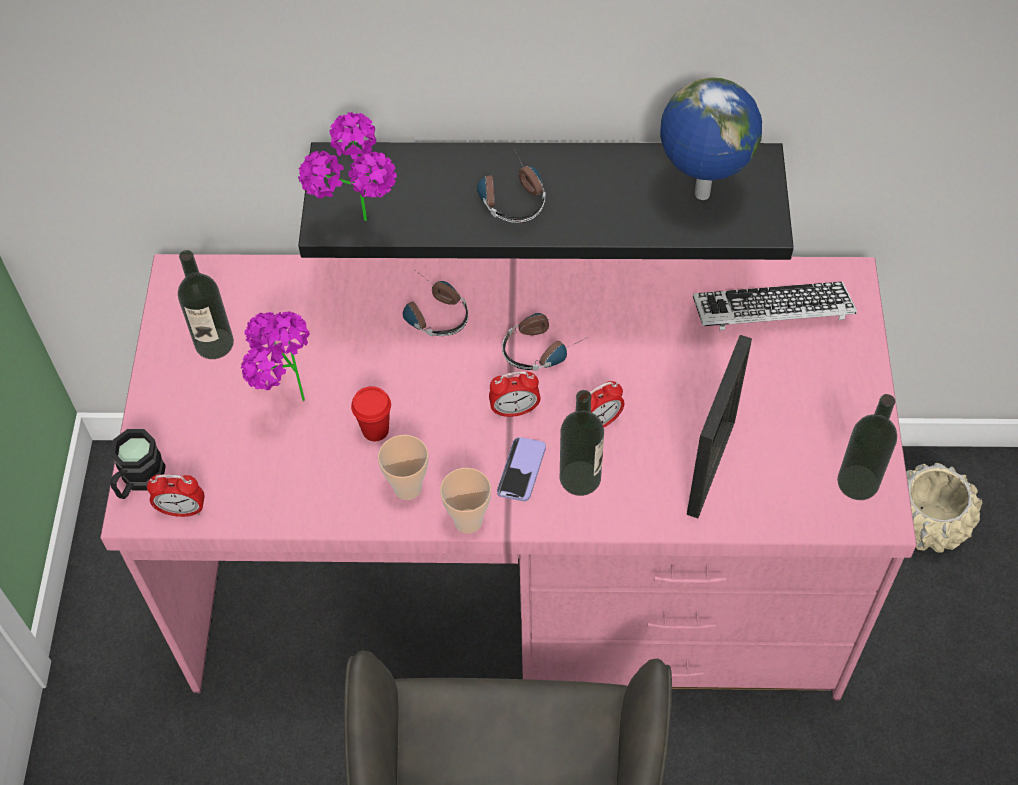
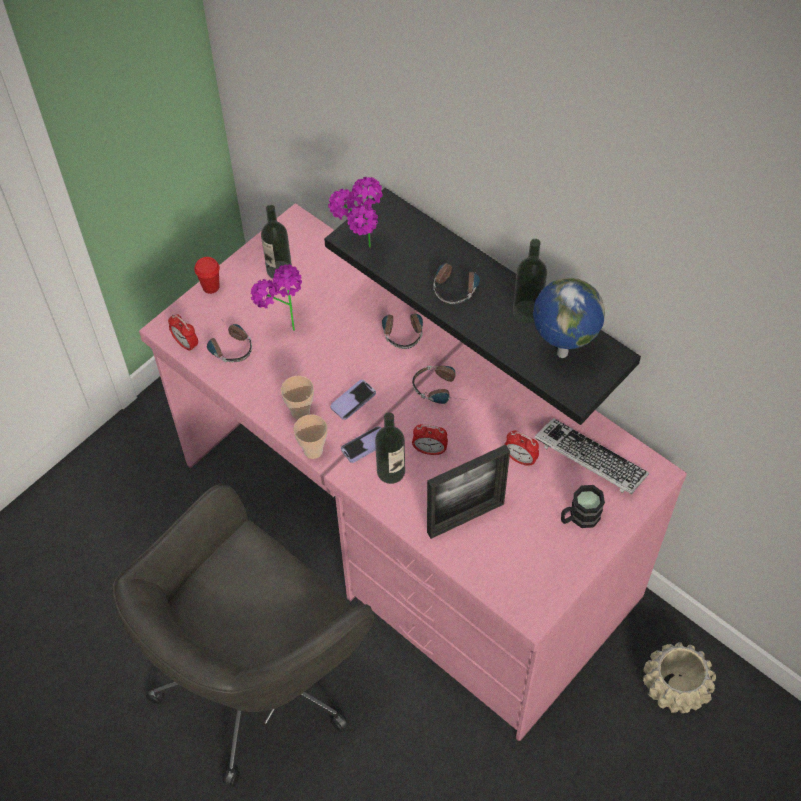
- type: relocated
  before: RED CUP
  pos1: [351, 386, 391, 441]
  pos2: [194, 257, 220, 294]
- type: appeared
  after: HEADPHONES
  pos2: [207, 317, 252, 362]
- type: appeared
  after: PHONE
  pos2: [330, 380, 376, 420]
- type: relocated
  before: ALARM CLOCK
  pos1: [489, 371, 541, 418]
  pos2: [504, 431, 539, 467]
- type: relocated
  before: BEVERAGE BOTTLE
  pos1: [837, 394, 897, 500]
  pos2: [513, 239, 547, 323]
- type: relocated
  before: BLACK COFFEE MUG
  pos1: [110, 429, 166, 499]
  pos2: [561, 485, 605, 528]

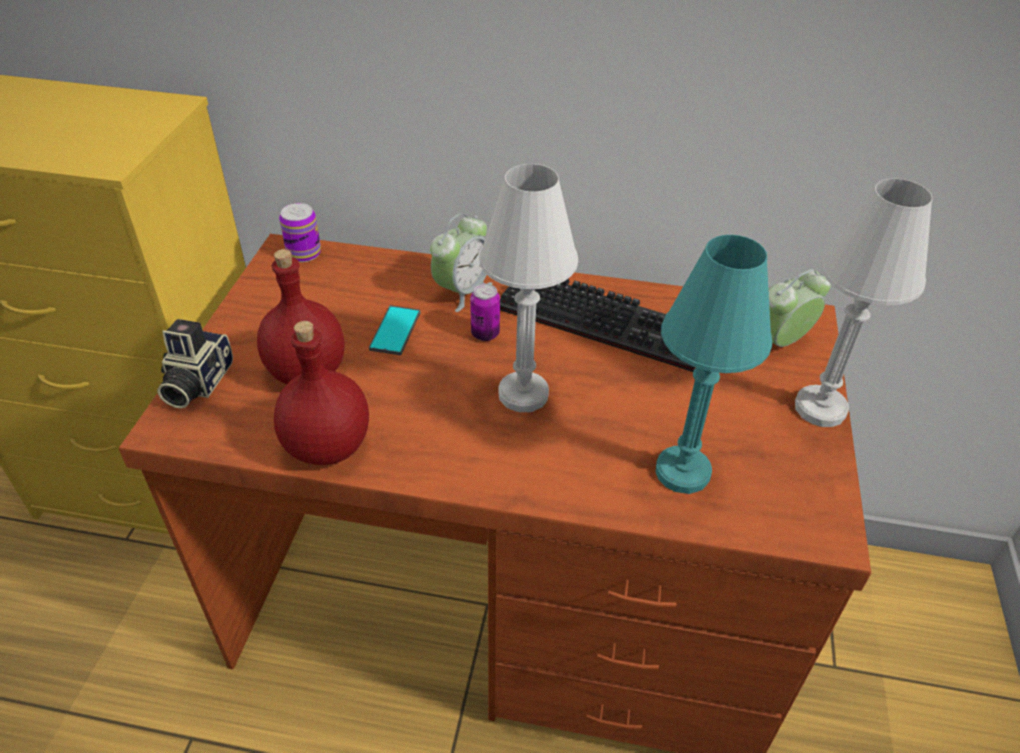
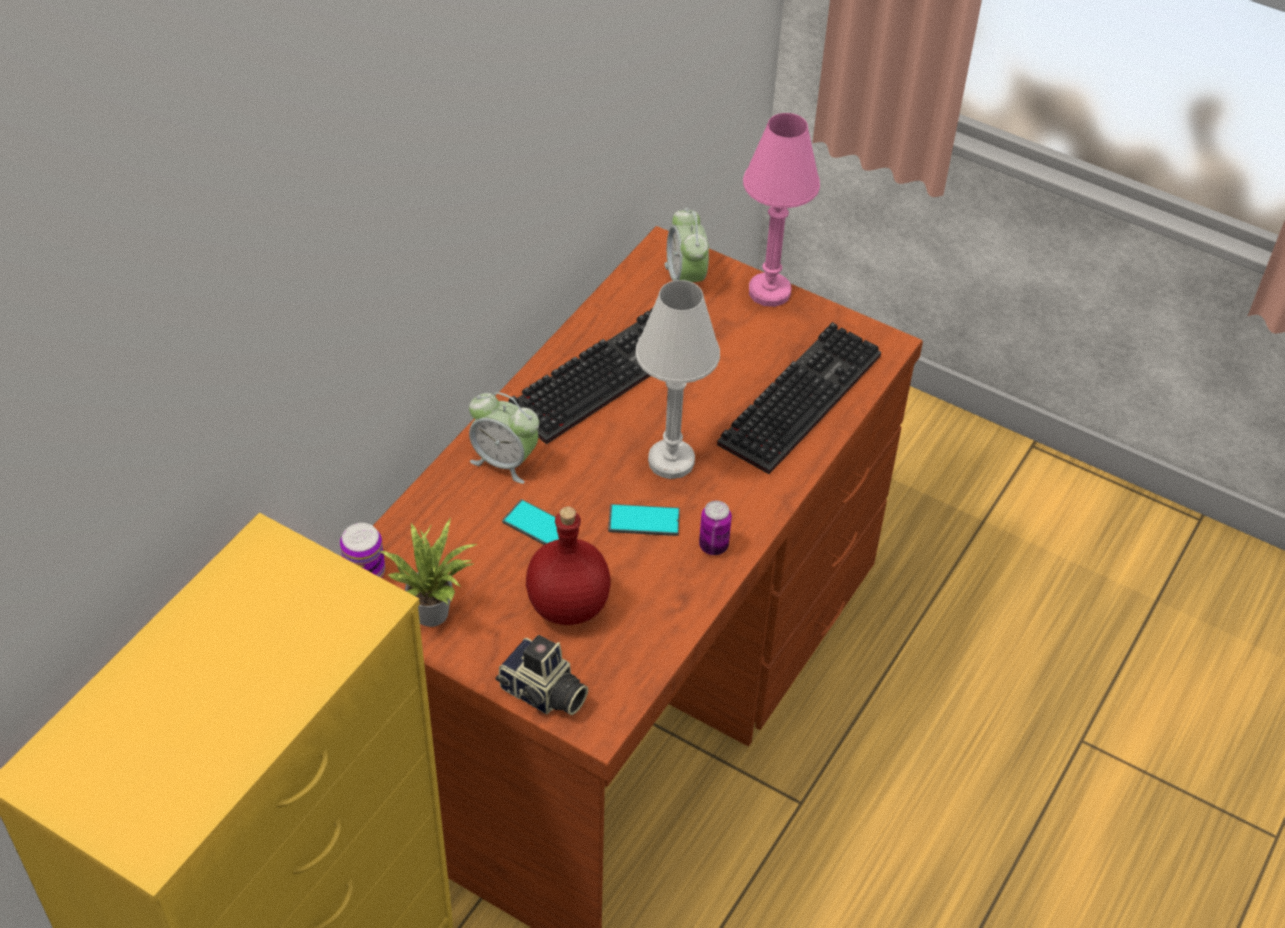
- type: appeared
  after: HOUSEPLANT
  pos2: [379, 519, 477, 627]
- type: spun
  before: ALARM CLOCK
  pos1: [430, 213, 493, 312]
  pos2: [469, 392, 539, 484]
  turn: 150
- type: appeared
  after: PHONE
  pos2: [608, 504, 680, 536]
- type: relocated
  before: SEALED CAN
  pos1: [470, 284, 500, 341]
  pos2: [699, 501, 732, 555]
- type: exchanged
  before: TURQUOISE-COLOURED LAMP FOR A TABLE
  after: COMPUTER KEYBOARD
  pos1: [655, 235, 772, 494]
  pos2: [717, 322, 881, 474]
- type: colour
  before: WHITE-COLOURED LAMP FOR A TABLE
  after: PINK-COLOURED LAMP FOR A TABLE
  pos1: [795, 179, 933, 427]
  pos2: [743, 113, 820, 307]
- type: missing
  before: RED BEVERAGE BOTTLE
  pos1: [274, 321, 369, 465]

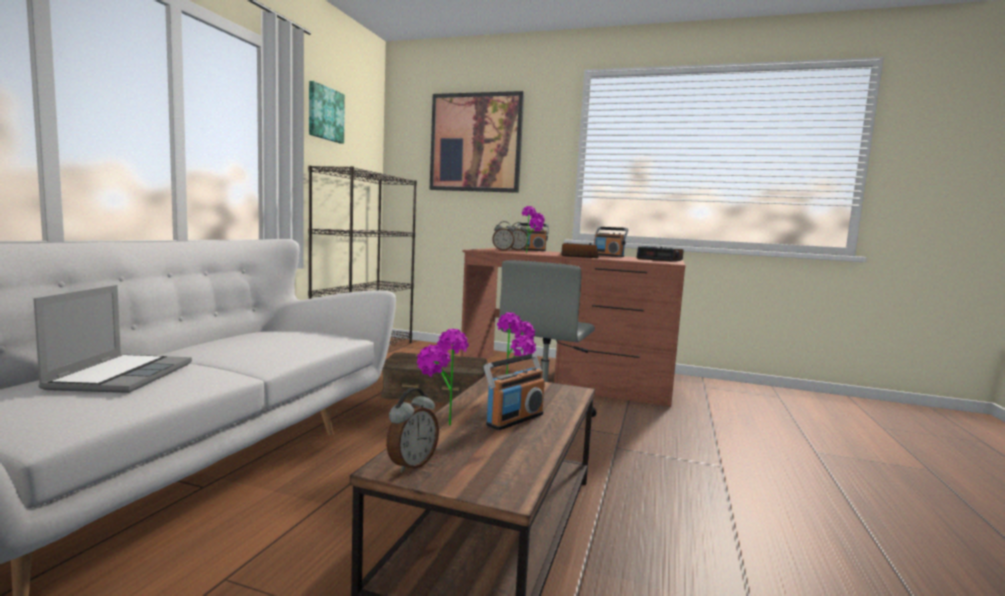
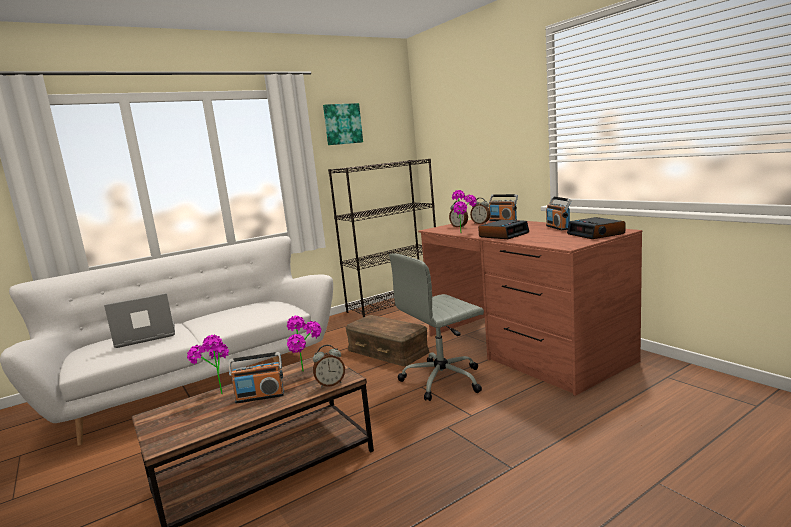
- type: spun
  before: PORTABLE COMPUTER
  pos1: [34, 285, 192, 393]
  pos2: [104, 293, 175, 348]
  turn: -150
- type: relocated
  before: ALARM CLOCK
  pos1: [386, 388, 439, 473]
  pos2: [313, 345, 345, 388]
- type: missing
  before: PICTURE
  pos1: [430, 91, 524, 193]

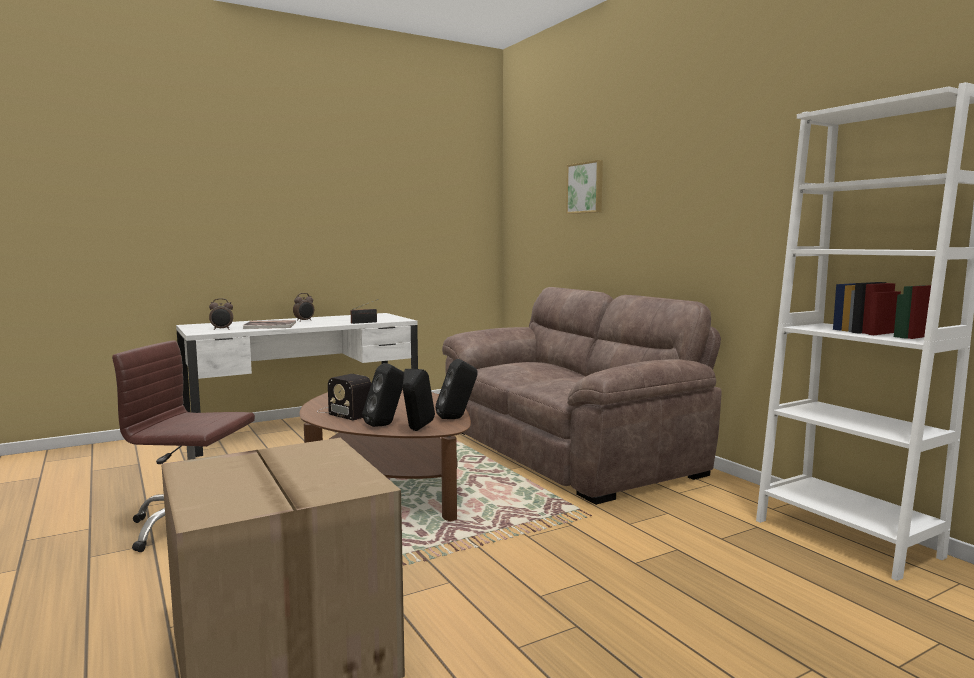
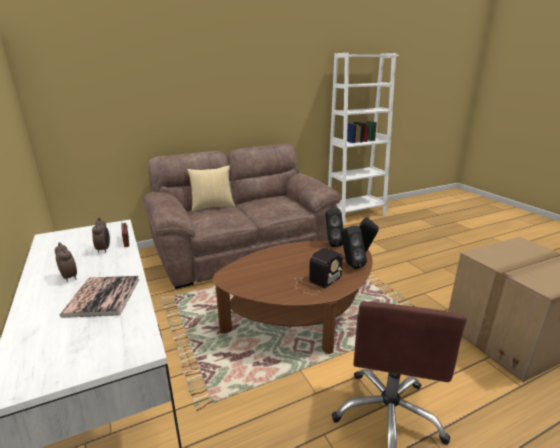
- type: relocated
  before: ALARM CLOCK
  pos1: [209, 298, 233, 330]
  pos2: [92, 218, 110, 253]
- type: appeared
  after: THROW PILLOW
  pos2: [187, 165, 235, 212]
- type: missing
  before: PICTURE
  pos1: [566, 160, 603, 214]

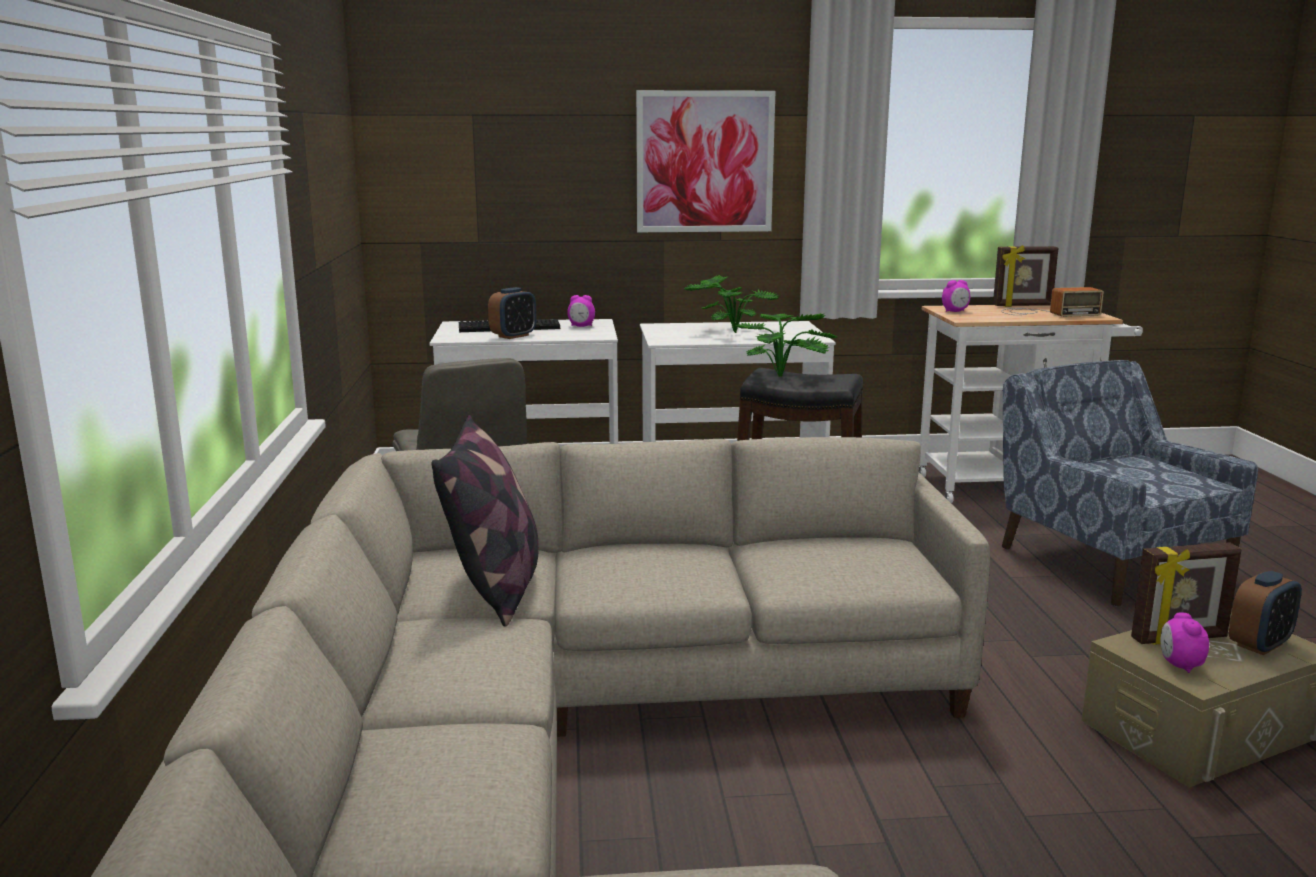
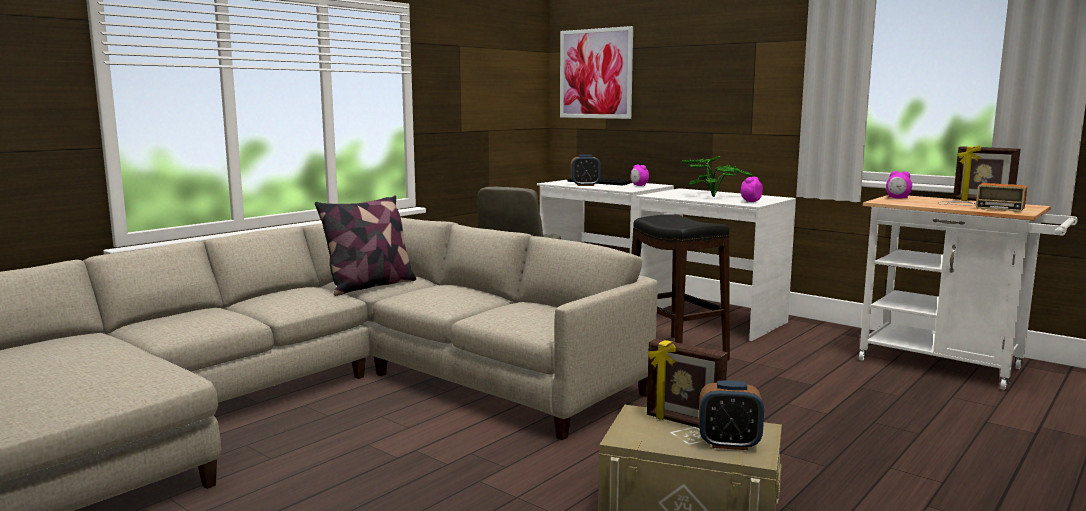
- type: relocated
  before: PICTURE
  pos1: [636, 90, 776, 232]
  pos2: [560, 26, 633, 119]
- type: relocated
  before: ALARM CLOCK
  pos1: [1160, 612, 1209, 673]
  pos2: [741, 177, 763, 202]
- type: missing
  before: HOUSEPLANT
  pos1: [735, 313, 837, 377]
- type: missing
  before: BLUE-COLOURED EASY CHAIR
  pos1: [1002, 360, 1258, 606]

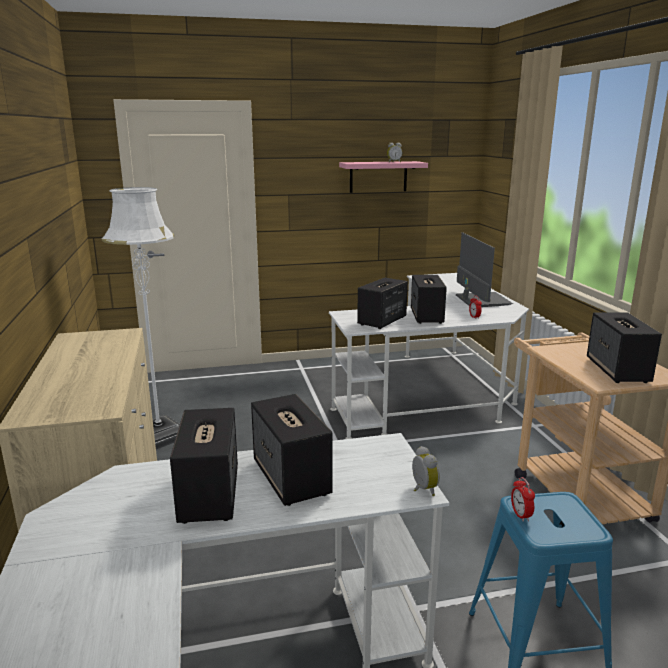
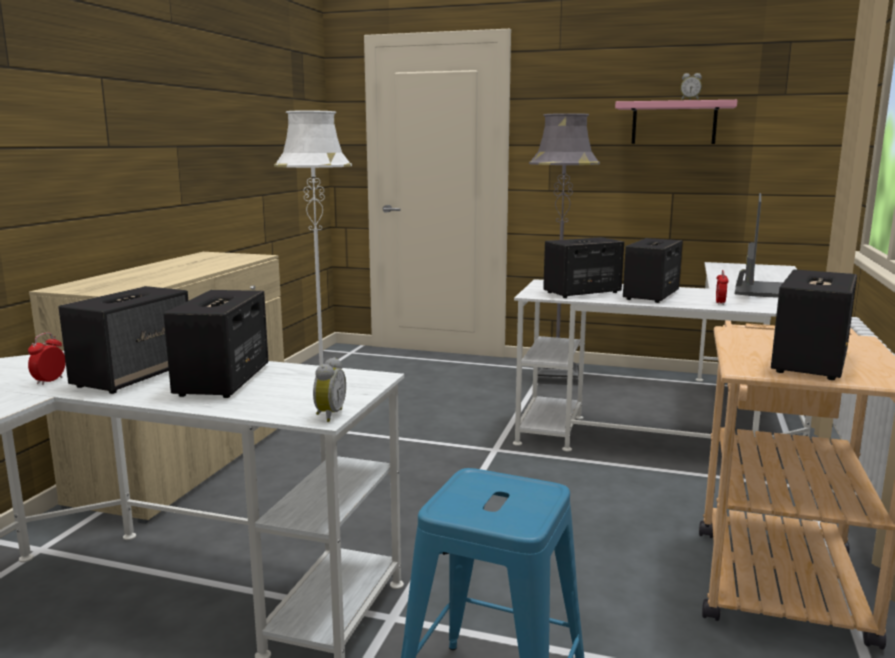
- type: relocated
  before: ALARM CLOCK
  pos1: [511, 477, 535, 522]
  pos2: [28, 333, 66, 385]
- type: appeared
  after: GRAY STANDING LAMP
  pos2: [529, 113, 600, 386]

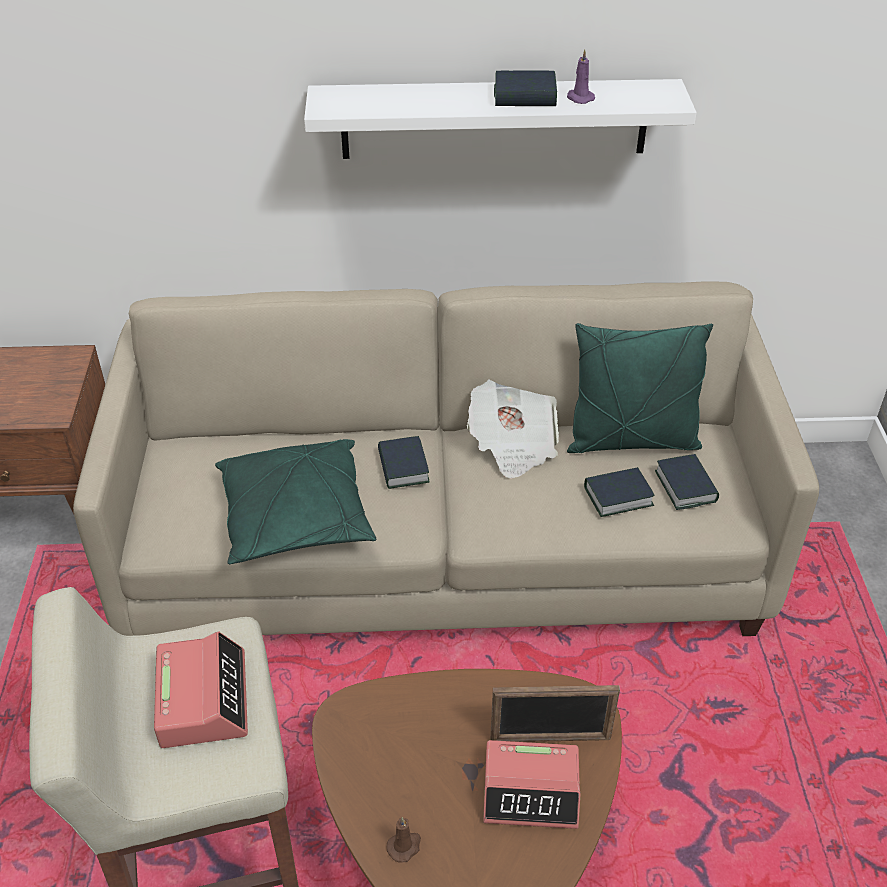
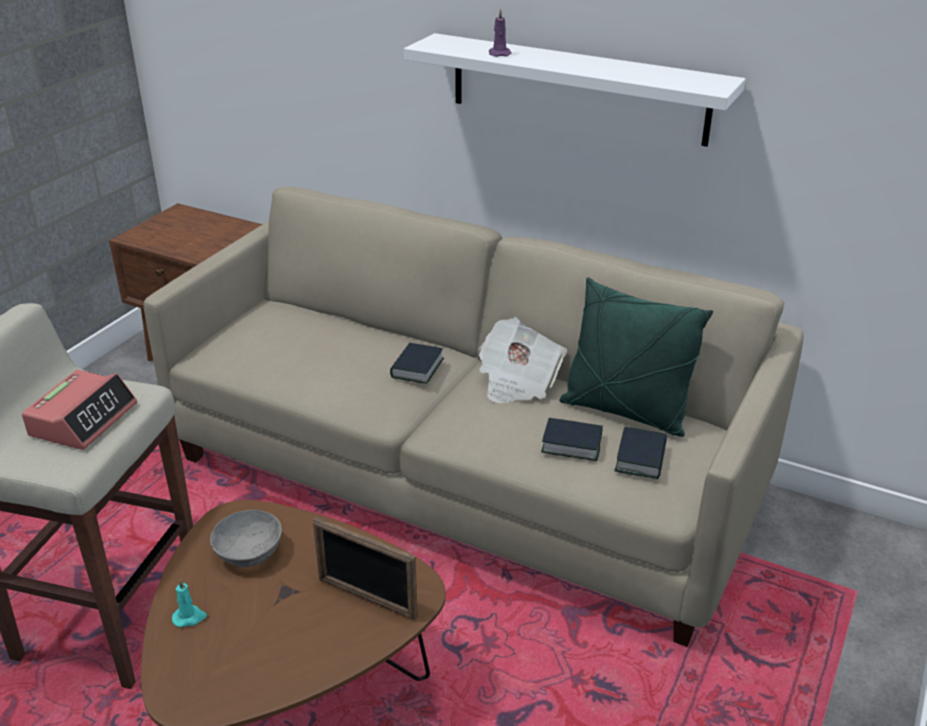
- type: colour
  before: BROWN WAX LIGHT
  after: TURQUOISE-COLOURED WAX LIGHT
  pos1: [387, 817, 421, 863]
  pos2: [172, 579, 207, 628]
- type: appeared
  after: GRAY DEEP DISH
  pos2: [210, 510, 282, 567]
- type: relocated
  before: PURPLE-COLOURED WAX LIGHT
  pos1: [567, 49, 595, 104]
  pos2: [489, 9, 512, 57]
- type: missing
  before: GREEN-COLOURED THROW PILLOW
  pos1: [215, 439, 376, 564]
- type: missing
  before: ALARM CLOCK
  pos1: [483, 740, 581, 829]
- type: missing
  before: BOOK
  pos1: [494, 71, 557, 106]

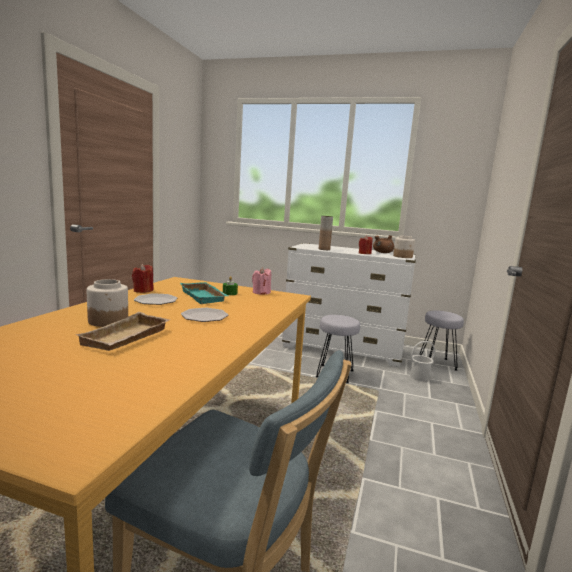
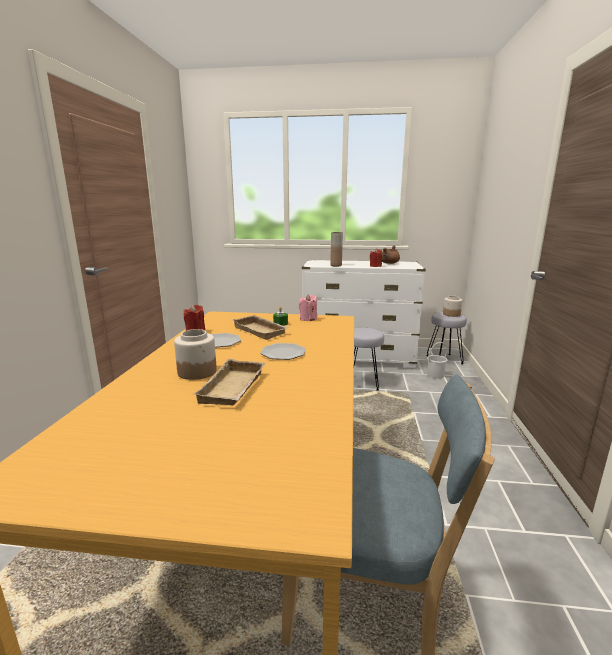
- type: colour
  before: TURQUOISE-COLOURED CARRYING TRAY
  after: SAND-COLOURED CARRYING TRAY
  pos1: [180, 282, 228, 304]
  pos2: [231, 315, 289, 340]
- type: relocated
  before: JAR
  pos1: [393, 236, 415, 258]
  pos2: [443, 295, 462, 317]

